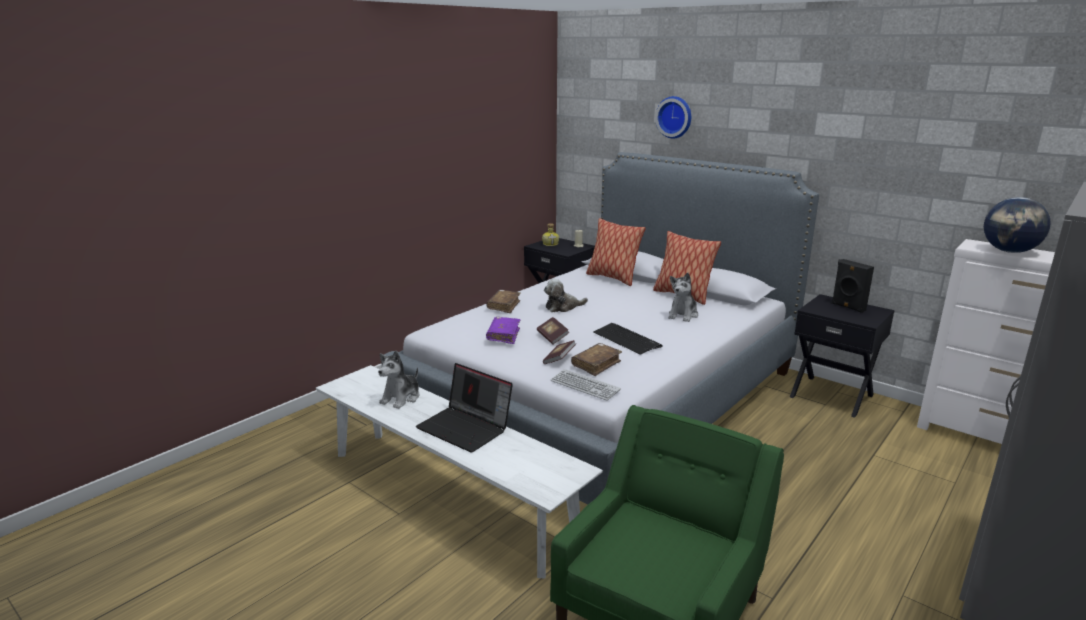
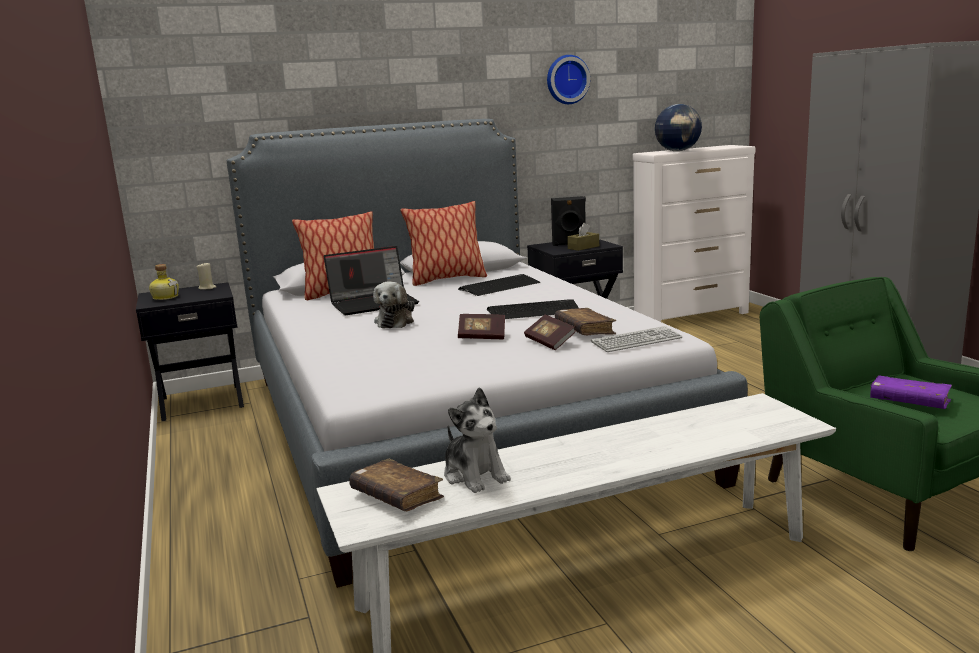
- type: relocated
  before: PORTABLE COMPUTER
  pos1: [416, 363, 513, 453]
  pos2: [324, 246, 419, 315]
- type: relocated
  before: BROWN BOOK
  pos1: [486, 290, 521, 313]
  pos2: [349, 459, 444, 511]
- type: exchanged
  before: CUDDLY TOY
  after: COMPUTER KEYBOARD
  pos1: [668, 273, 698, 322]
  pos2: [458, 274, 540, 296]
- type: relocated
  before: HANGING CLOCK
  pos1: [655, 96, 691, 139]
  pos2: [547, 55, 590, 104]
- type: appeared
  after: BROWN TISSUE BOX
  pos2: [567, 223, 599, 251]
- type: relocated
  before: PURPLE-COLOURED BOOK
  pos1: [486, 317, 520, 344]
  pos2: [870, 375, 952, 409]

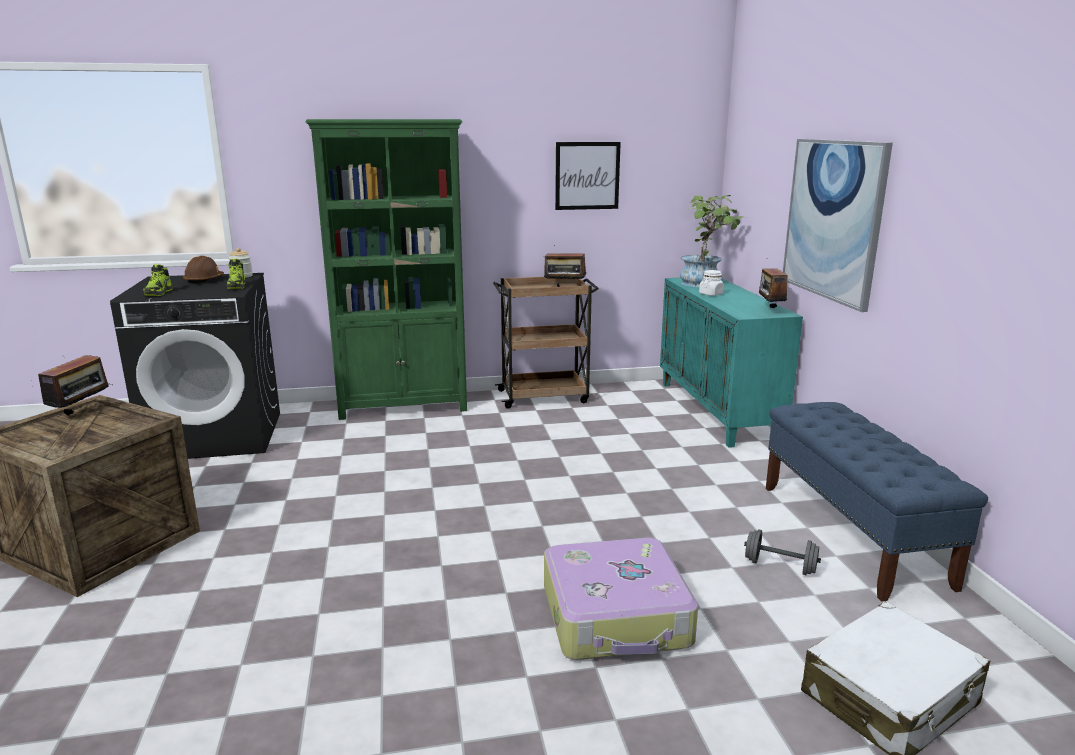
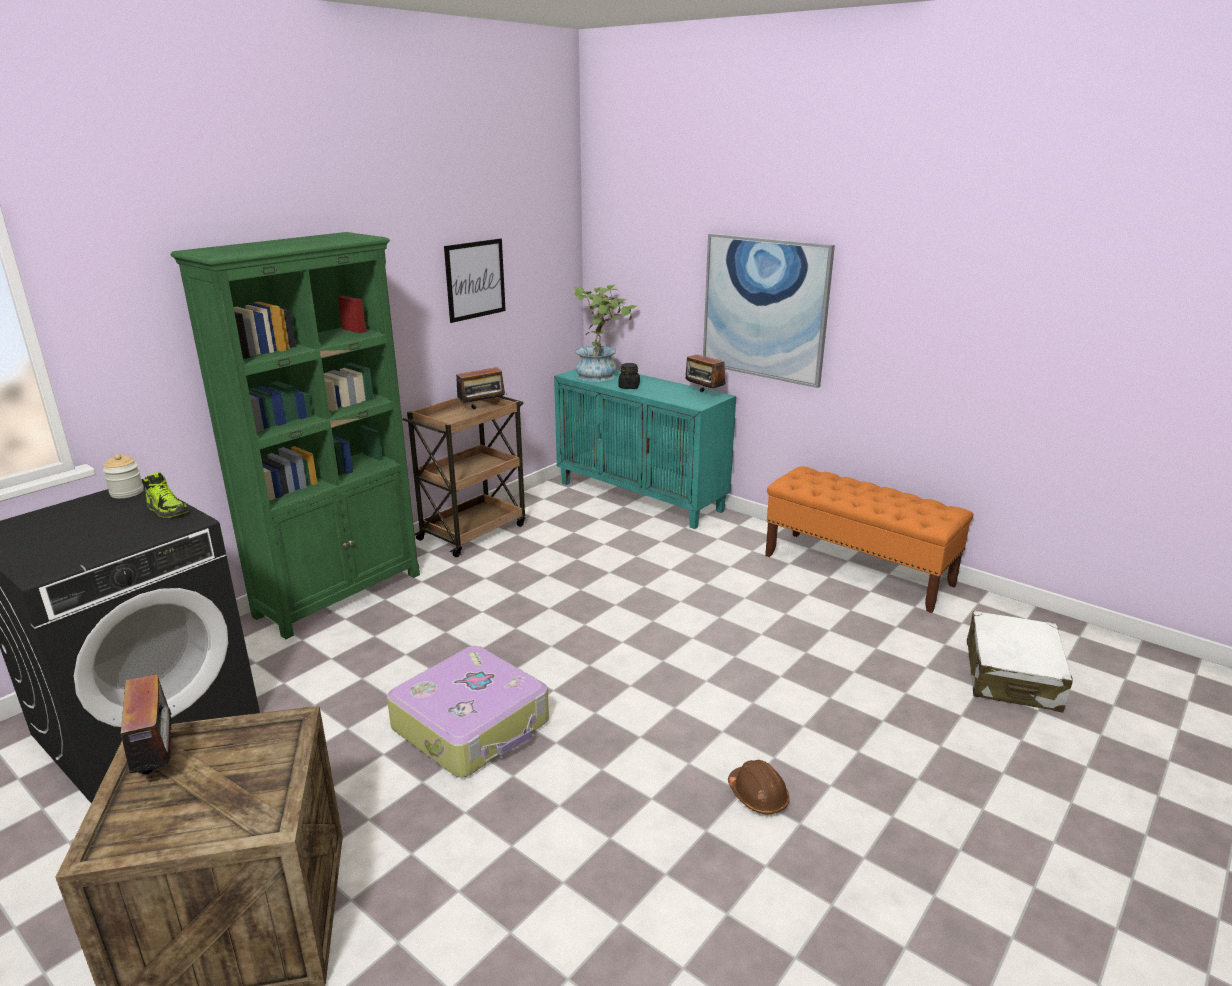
- type: relocated
  before: TRAVEL CASE
  pos1: [544, 538, 698, 660]
  pos2: [387, 646, 549, 777]
- type: colour
  before: WHITE-COLOURED JAR
  after: BLACK JAR
  pos1: [699, 270, 724, 296]
  pos2: [619, 363, 640, 389]
- type: relocated
  before: BROWN HARD HAT
  pos1: [183, 256, 224, 284]
  pos2: [728, 760, 789, 814]
- type: colour
  before: BLUE-COLOURED INDOOR BENCH
  after: ORANGE-COLOURED INDOOR BENCH
  pos1: [766, 402, 988, 602]
  pos2: [765, 466, 973, 613]
- type: missing
  before: LOW SHOE
  pos1: [143, 264, 172, 296]
- type: missing
  before: GRAY HAND WEIGHT
  pos1: [744, 529, 821, 575]

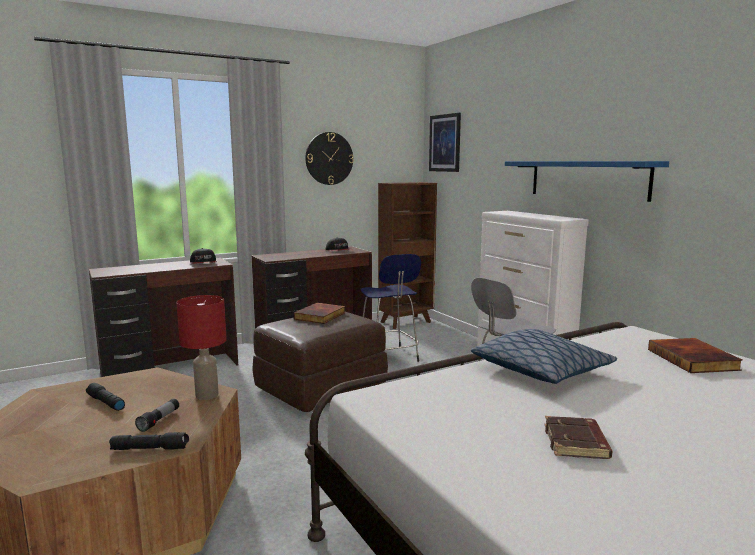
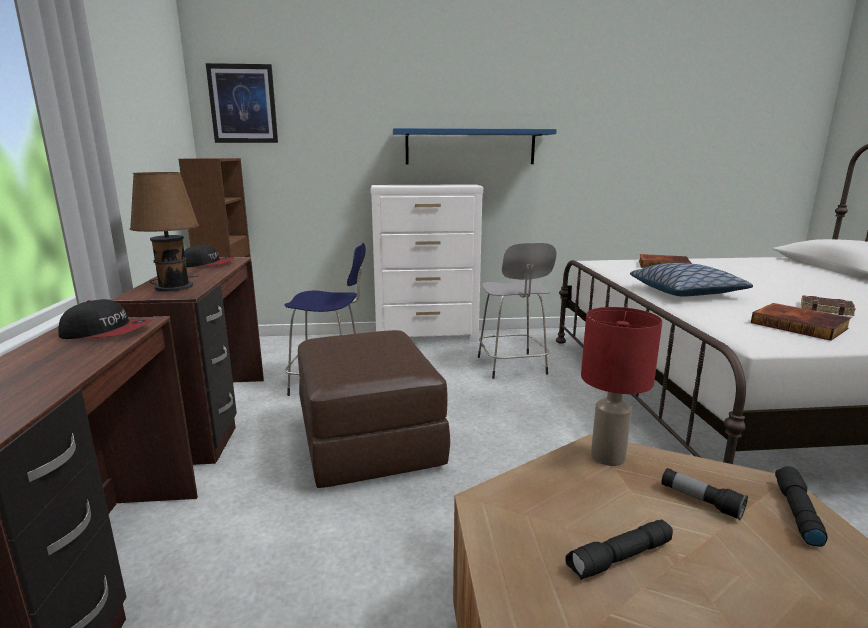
- type: appeared
  after: BROWN LAMP FOR A TABLE
  pos2: [130, 172, 199, 291]
- type: relocated
  before: BOOK
  pos1: [294, 303, 346, 324]
  pos2: [751, 303, 851, 341]
- type: missing
  before: HANGING CLOCK
  pos1: [305, 132, 354, 185]

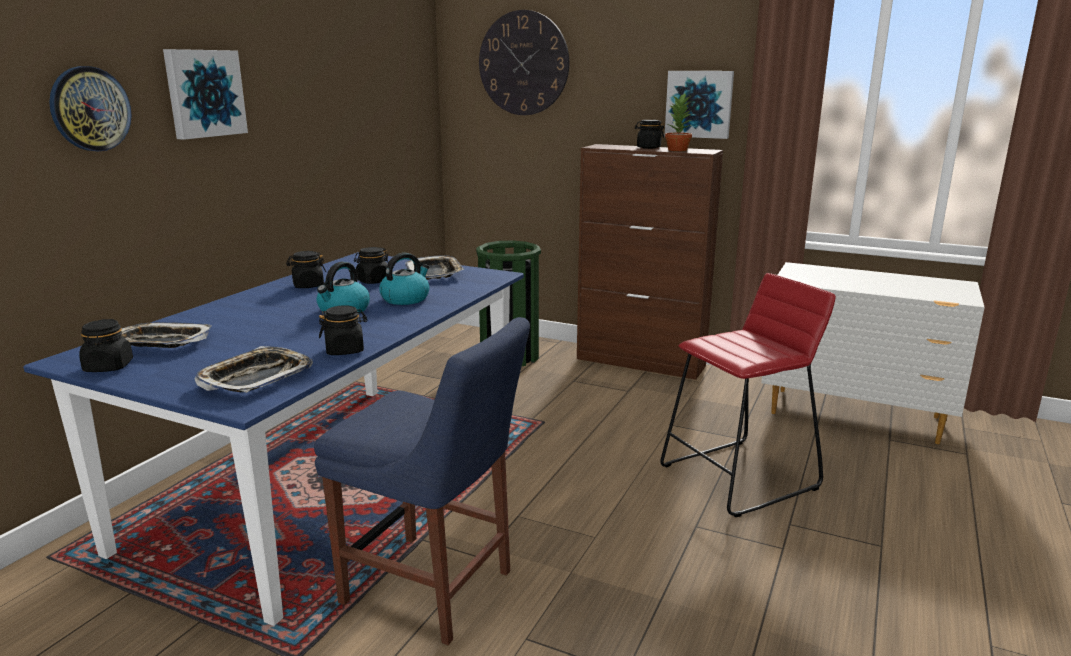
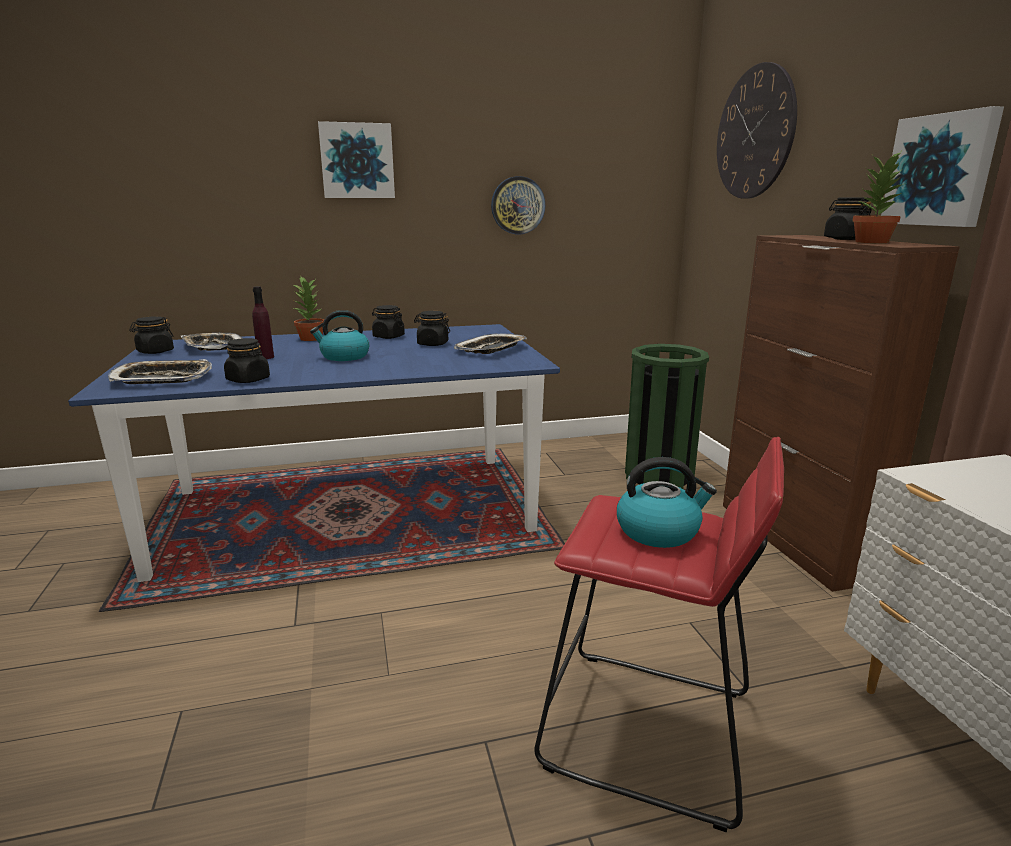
- type: appeared
  after: PURPLE-COLOURED BEVERAGE BOTTLE
  pos2: [252, 286, 274, 359]
- type: appeared
  after: HOUSEPLANT
  pos2: [292, 275, 324, 341]
- type: relocated
  before: HANGING CLOCK
  pos1: [49, 66, 132, 152]
  pos2: [491, 176, 545, 234]
- type: relocated
  before: TEA KETTLE
  pos1: [379, 253, 429, 305]
  pos2: [617, 457, 717, 548]
- type: missing
  before: BLUE-COLOURED PLAIN CHAIR
  pos1: [314, 317, 530, 645]

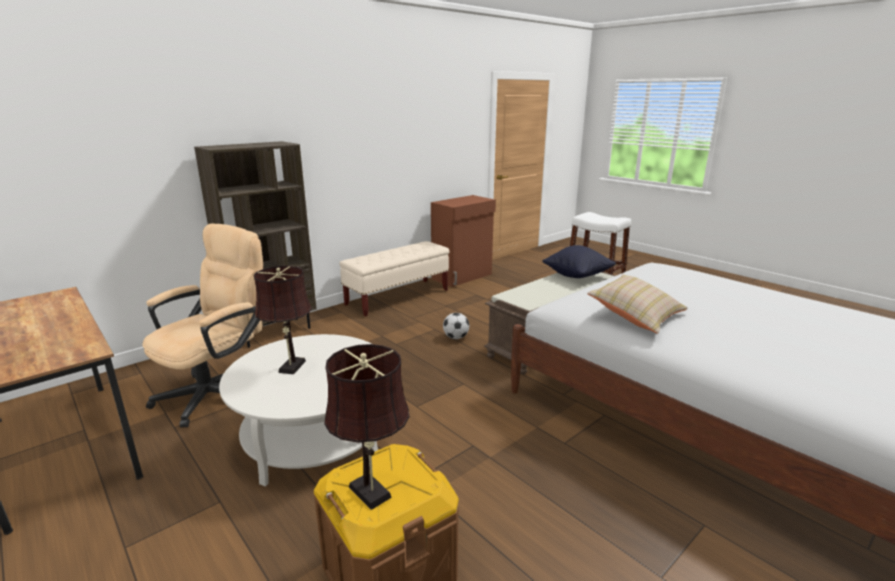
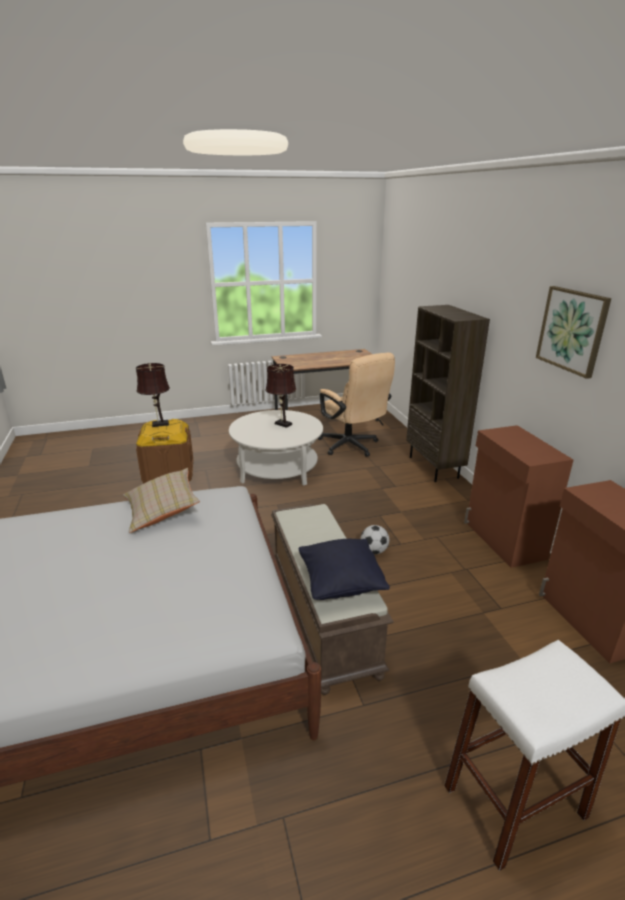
- type: exchanged
  before: SAND-COLOURED INDOOR BENCH
  after: BROWN CABINET
  pos1: [339, 241, 449, 316]
  pos2: [464, 425, 573, 568]
- type: appeared
  after: PICTURE
  pos2: [536, 286, 612, 379]

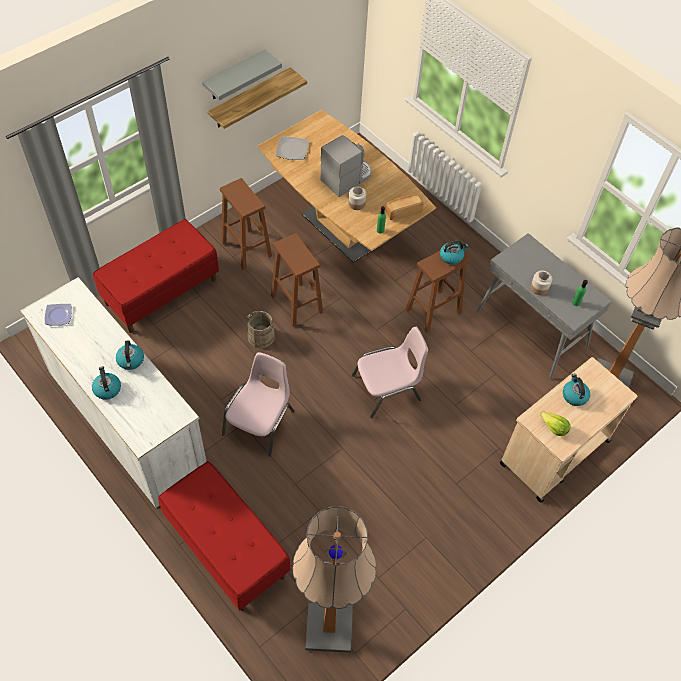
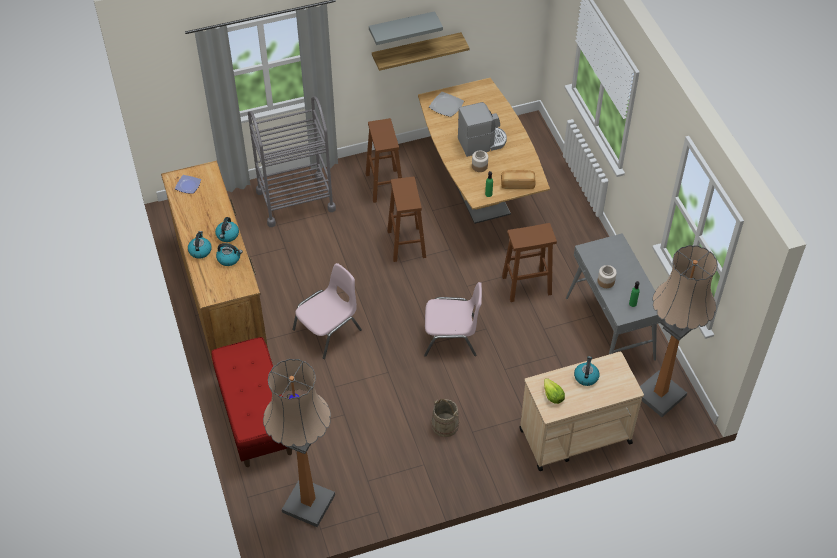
- type: colour
  before: WHITE-COLOURED CHEST OF DRAWERS
  after: BROWN CHEST OF DRAWERS
  pos1: [20, 277, 207, 508]
  pos2: [161, 161, 268, 366]
- type: relocated
  before: TEA KETTLE
  pos1: [440, 241, 469, 265]
  pos2: [216, 243, 243, 266]
- type: exchanged
  before: RED INDOOR BENCH
  after: GRAY CART
  pos1: [93, 219, 219, 333]
  pos2: [248, 96, 336, 227]
- type: relocated
  before: SAND-COLOURED PAIL
  pos1: [246, 311, 275, 348]
  pos2: [431, 399, 459, 437]

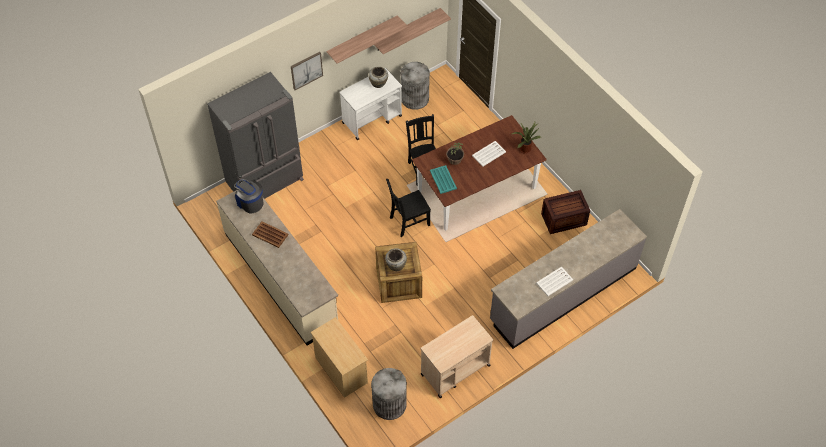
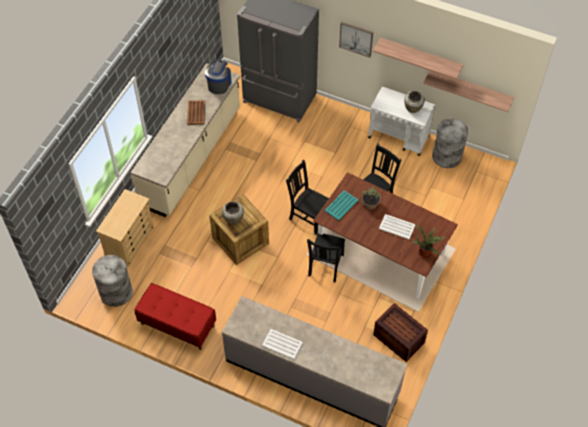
- type: exchanged
  before: SAND-COLOURED CART
  after: RED INDOOR BENCH
  pos1: [421, 315, 493, 398]
  pos2: [134, 283, 216, 350]
- type: appeared
  after: BLACK PLAIN CHAIR
  pos2: [307, 233, 345, 283]

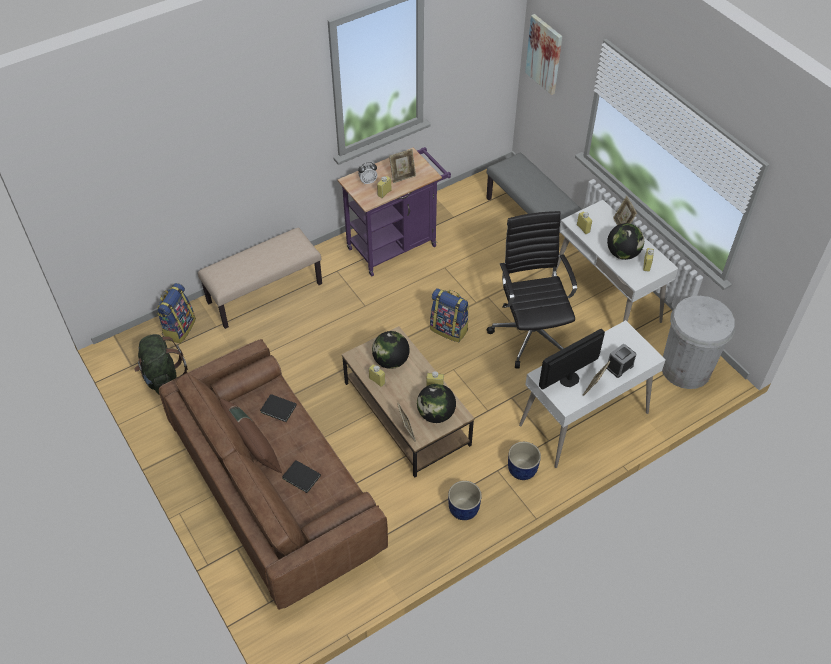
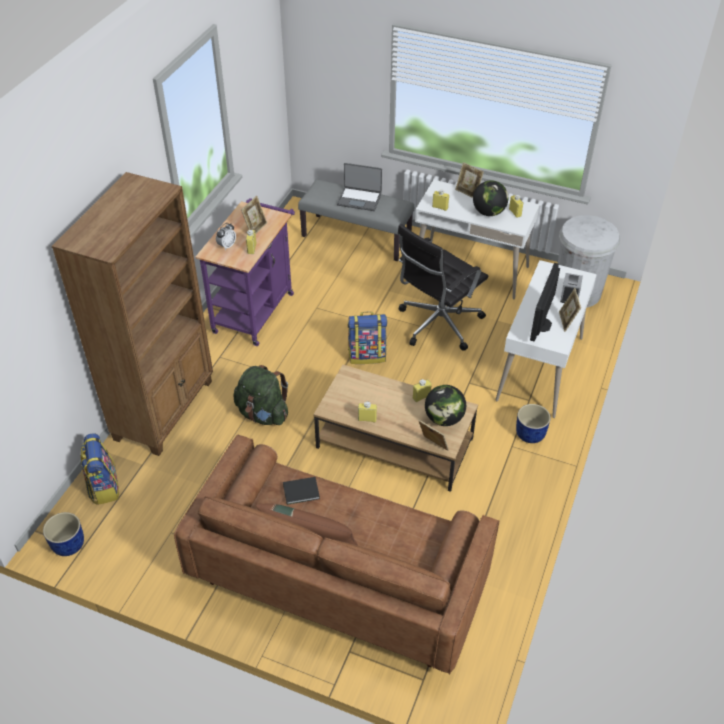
- type: relocated
  before: BLUE-COLOURED FLOWER POT
  pos1: [448, 481, 482, 520]
  pos2: [43, 512, 84, 556]
- type: exchanged
  before: SAND-COLOURED INDOOR BENCH
  after: BROWN BOOKSHELF
  pos1: [198, 228, 322, 329]
  pos2: [52, 172, 213, 456]
- type: relocated
  before: GREEN-COLOURED RUCKSACK
  pos1: [134, 334, 188, 395]
  pos2: [233, 365, 288, 425]
- type: appeared
  after: PORTABLE COMPUTER
  pos2: [337, 163, 382, 211]
- type: spun
  before: BLACK OFFICE CHAIR
  pos1: [487, 211, 577, 369]
  pos2: [398, 224, 488, 351]
  turn: -90
- type: missing
  before: BLACK BOOK
  pos1: [282, 460, 321, 493]
- type: missing
  before: GLOBE
  pos1: [372, 331, 410, 369]
- type: missing
  before: PICTURE
  pos1: [525, 14, 562, 95]

